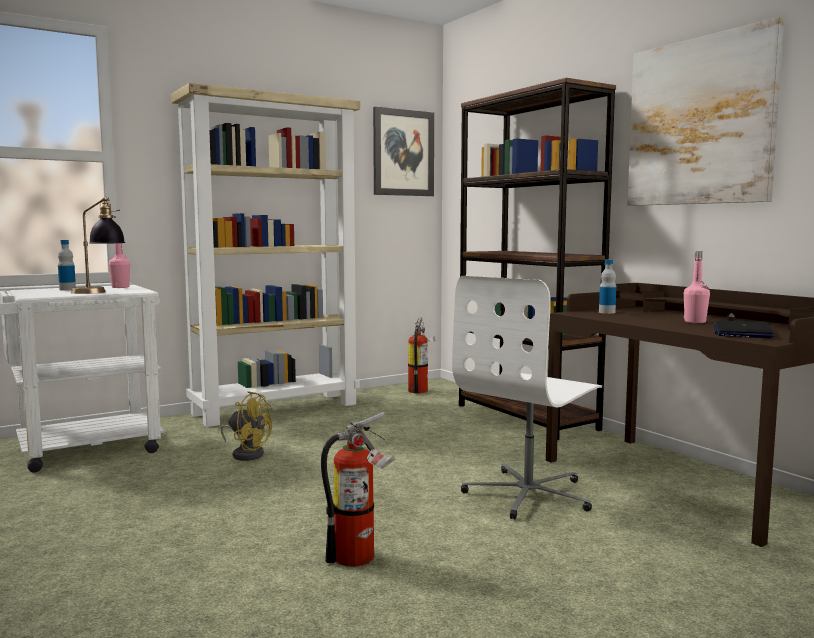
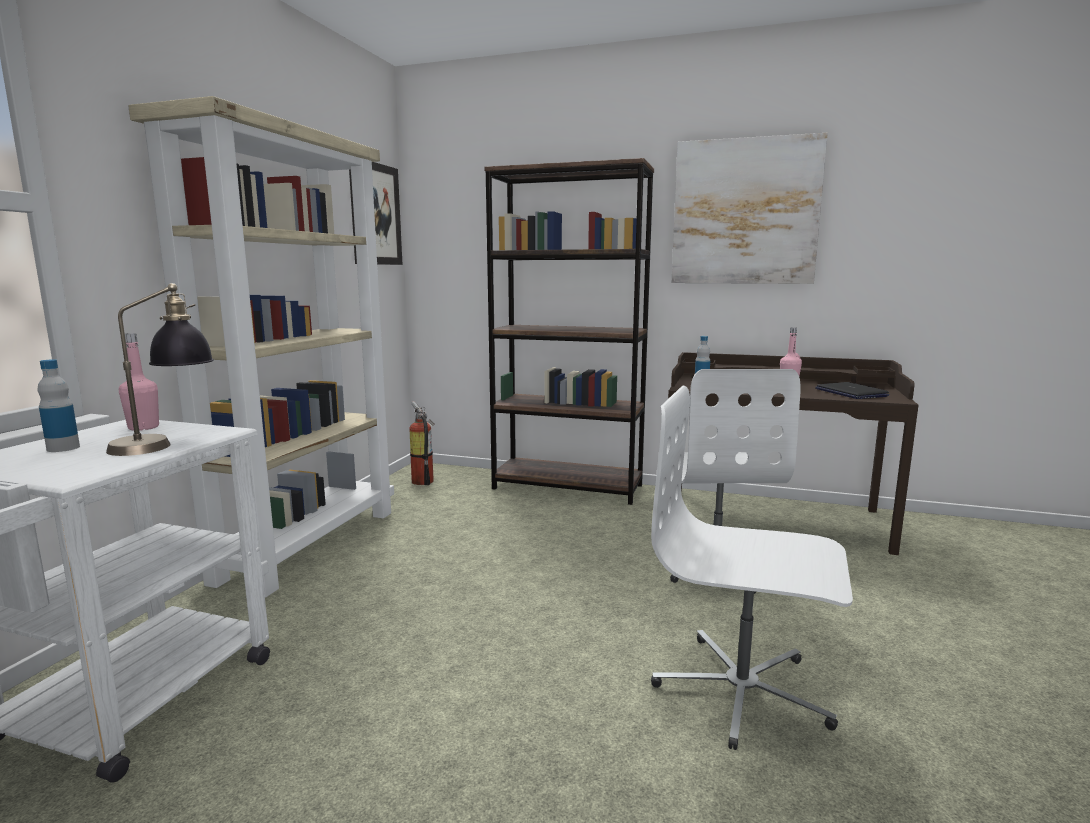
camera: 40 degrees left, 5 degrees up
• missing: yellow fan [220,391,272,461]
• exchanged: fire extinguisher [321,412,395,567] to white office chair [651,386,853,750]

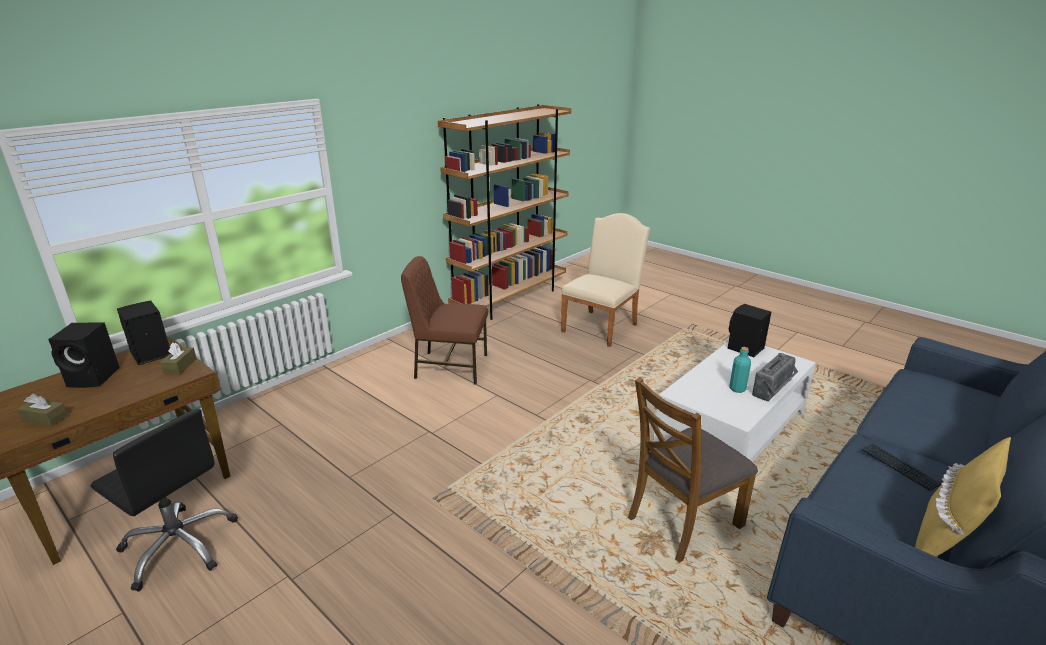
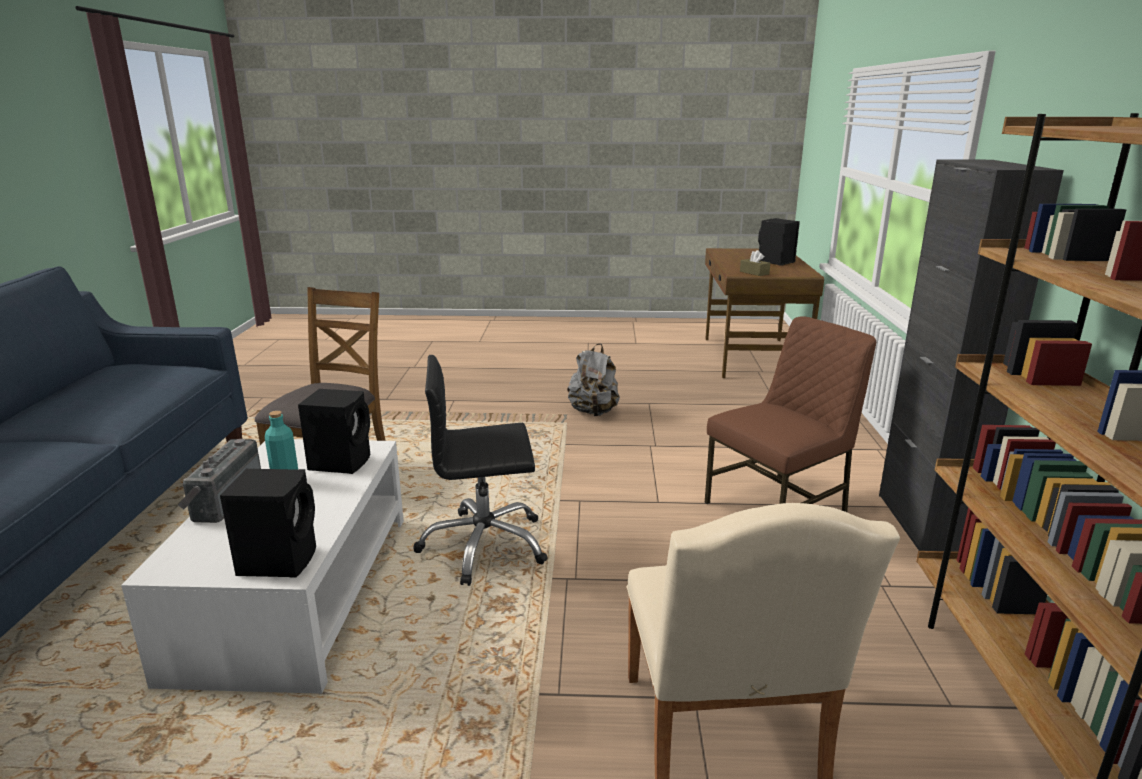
camera: 140 degrees right, 5 degrees down
• missing: brown tissue box [17,394,68,427]
• relocated: black office chair [91,409,238,592] to [413,355,548,586]
• relocated: black speaker [117,300,170,365] to [298,389,370,474]
• missing: keyboard [862,444,941,491]
• missing: yellow pillow [915,437,1011,557]
• appeared: grey backpack [567,343,620,416]
• appeared: black cabinet [879,159,1064,552]

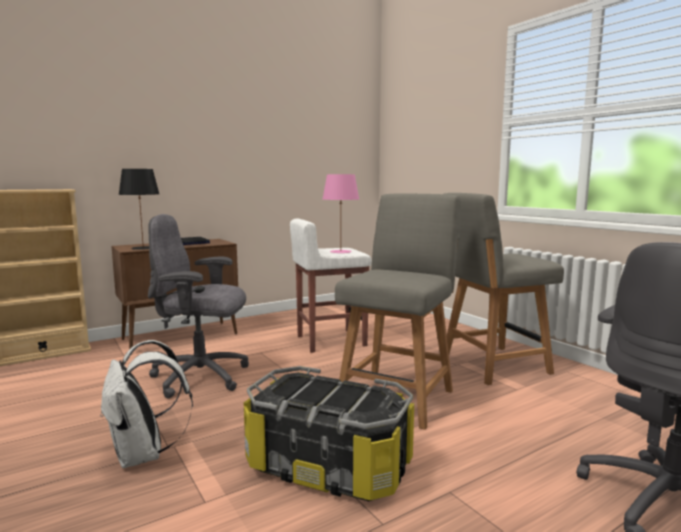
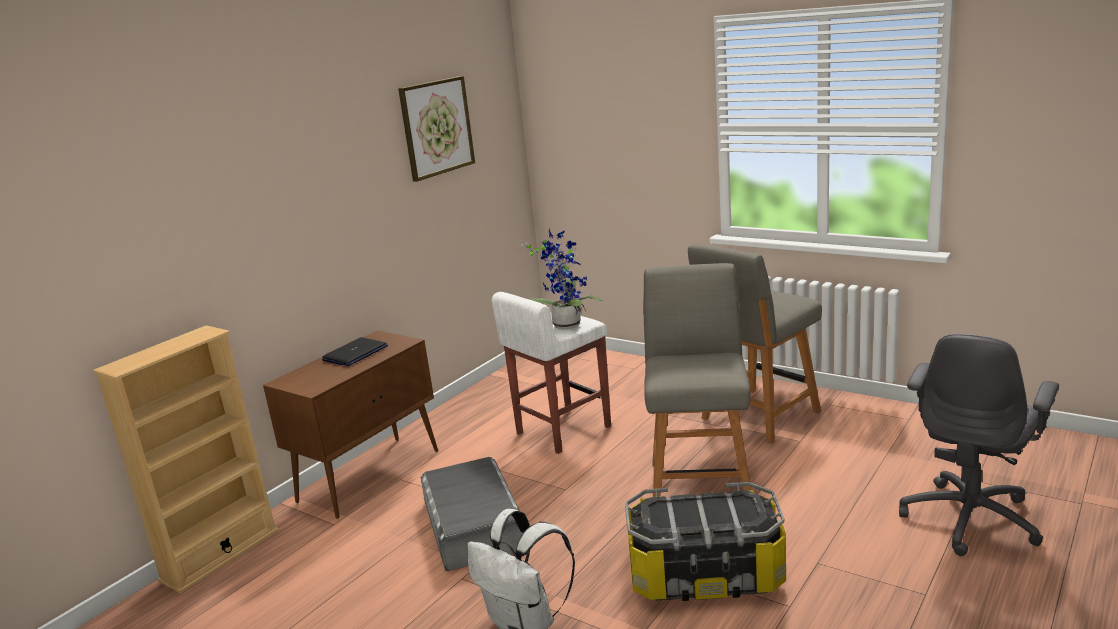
camera: 20 degrees left, 10 degrees up
• missing: black table lamp [118,169,159,250]
• exchanged: grey office chair [148,214,249,398] to grey storage box [421,457,523,571]
• exchanged: pink table lamp [323,174,359,253] to potted plant [521,228,603,330]
• appeared: picture [398,76,475,182]

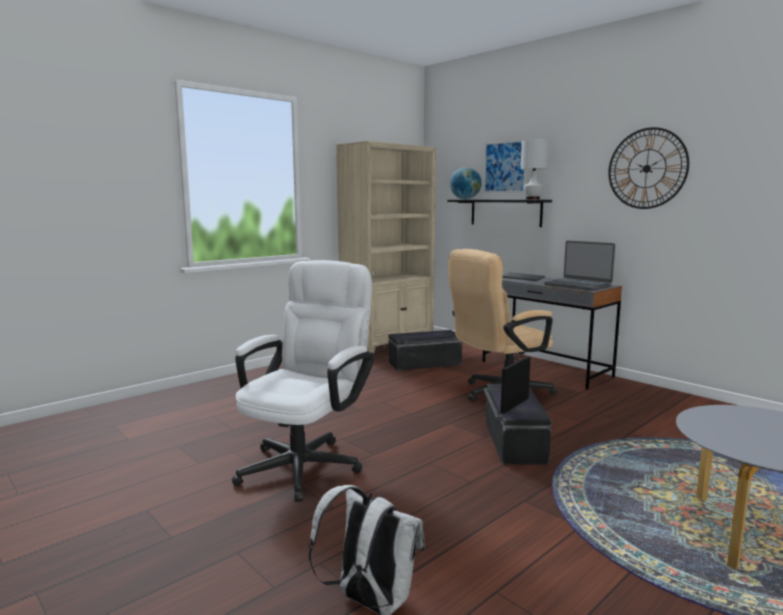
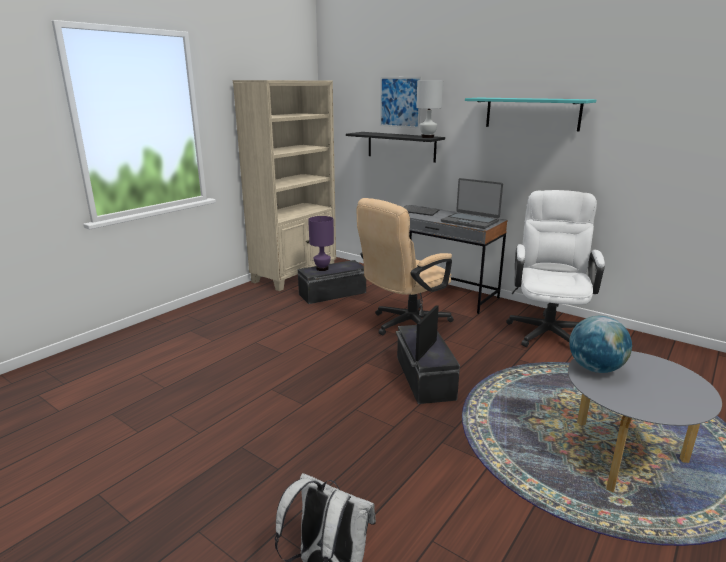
camera: 10 degrees left, 10 degrees up
• relocated: white office chair [232,260,375,502] to [506,190,605,347]
• relocated: globe [450,167,482,199] to [569,316,632,373]
• exchanged: wall clock [608,127,689,209] to turquoise shelf [465,98,596,131]
• appeared: purple table lamp [308,216,334,271]

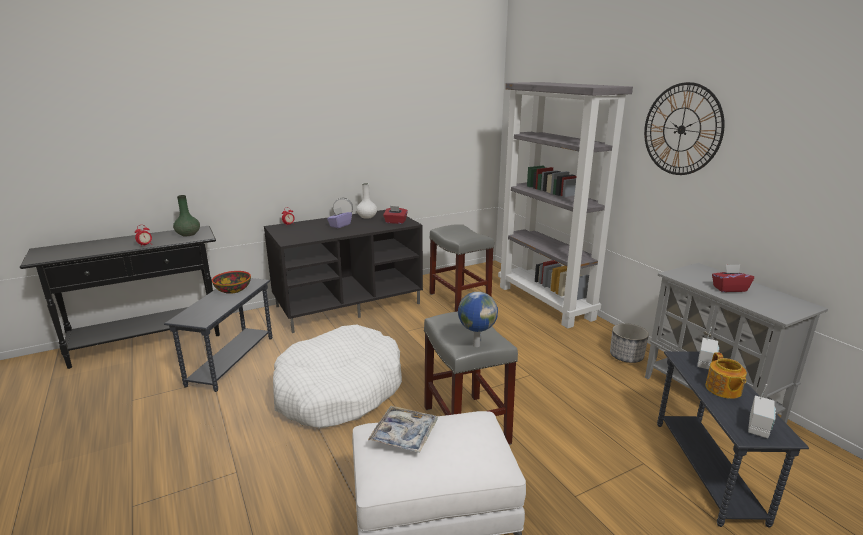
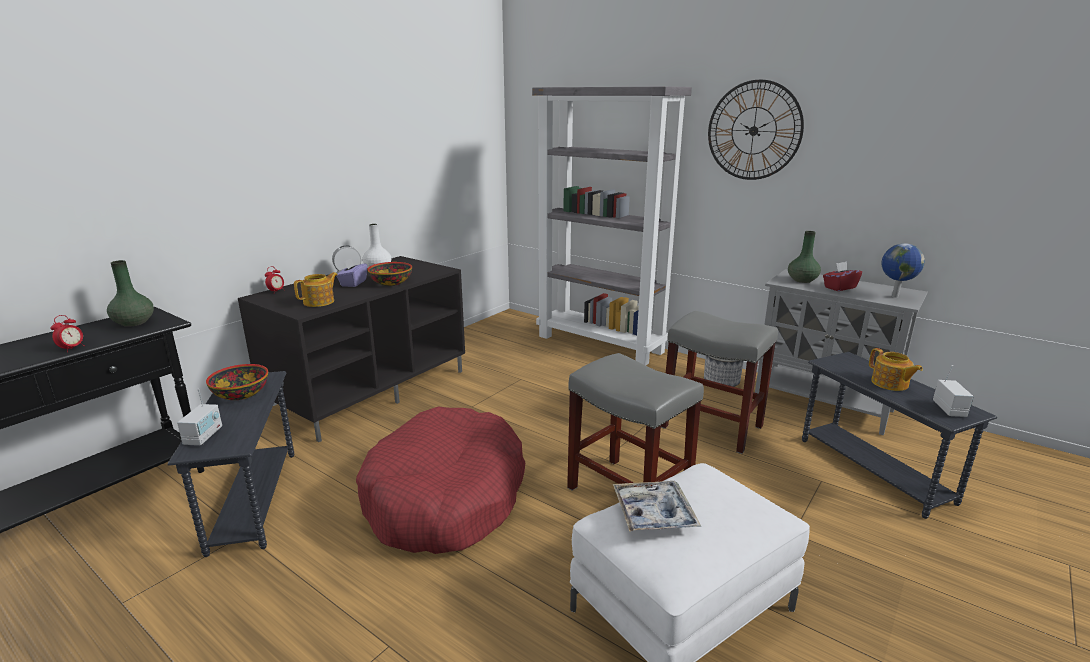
camera: 25 degrees left, 0 degrees up
• colour: white dog bed [273,325,402,428] to red dog bed [356,406,525,554]
• missing: red tissue box [383,206,408,224]
• relocated: grey stool [430,224,494,312] to [661,311,778,454]
• relocated: globe [458,292,498,347] to [881,243,925,298]
• relocated: radio [697,327,719,369] to [177,389,222,445]
• appeared: teapot [294,272,338,307]
• appeared: bowl [367,262,412,286]
• appeared: green vase [788,231,821,283]

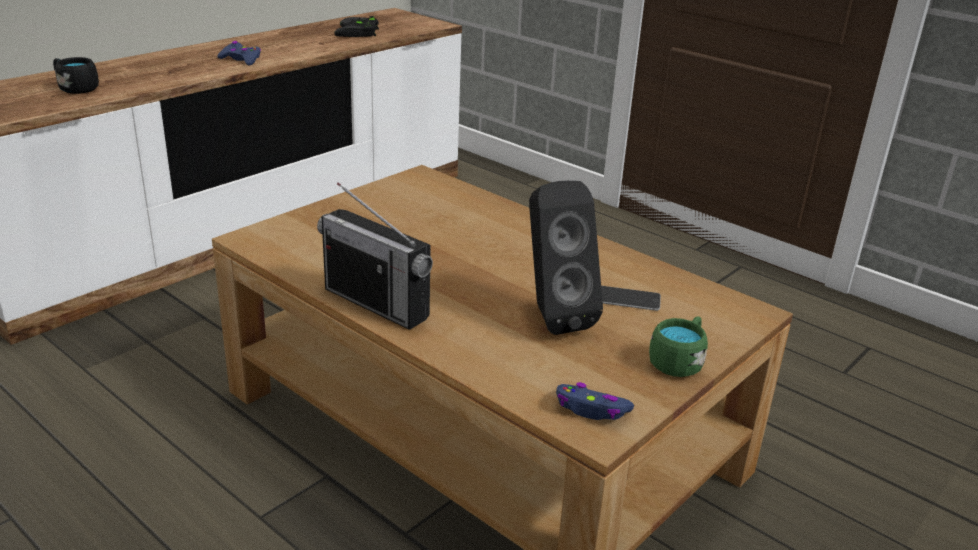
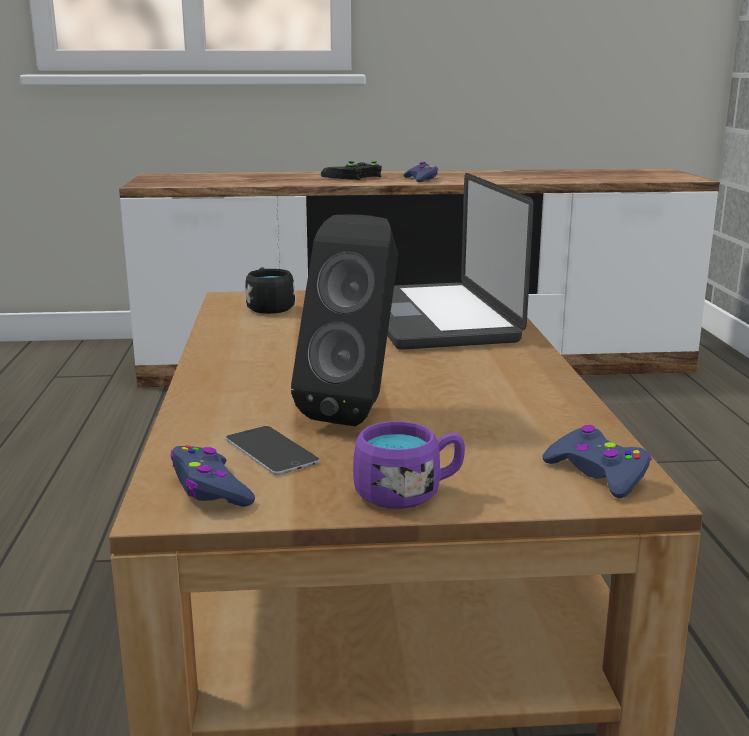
camera: 45 degrees right, 10 degrees down
• relocated: black mug [53,57,99,94] to [245,267,295,314]
• missing: radio [317,183,433,330]
• relocated: black game controller [334,16,379,37] to [321,161,382,180]
• relocated: phone [601,286,661,311] to [225,426,320,475]
• colour: green mug [649,316,708,377] to purple mug [353,421,465,509]
• appeared: laptop [387,173,534,350]
• appeared: blue game controller [543,425,652,498]

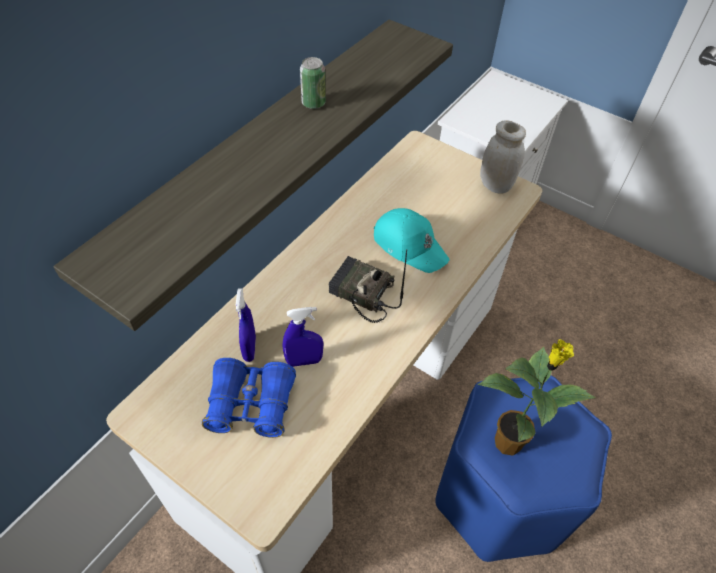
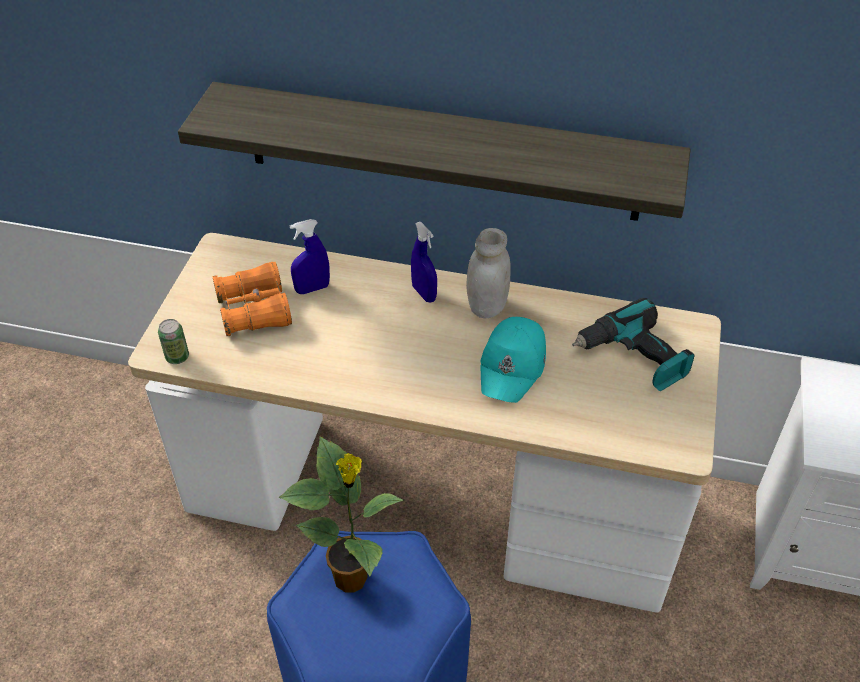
camera: 70 degrees right, 5 degrees down
• colour: blue binoculars [202,358,296,438] to orange binoculars [213,262,292,336]
• relocated: blue spray bottle [283,307,324,367] to [411,222,437,303]
• relocated: can [300,57,326,109] to [158,319,189,364]
• missing: radio [329,249,407,323]
• relocated: white jar [480,120,526,194] to [466,228,511,318]
• appeared: power drill [572,298,694,391]

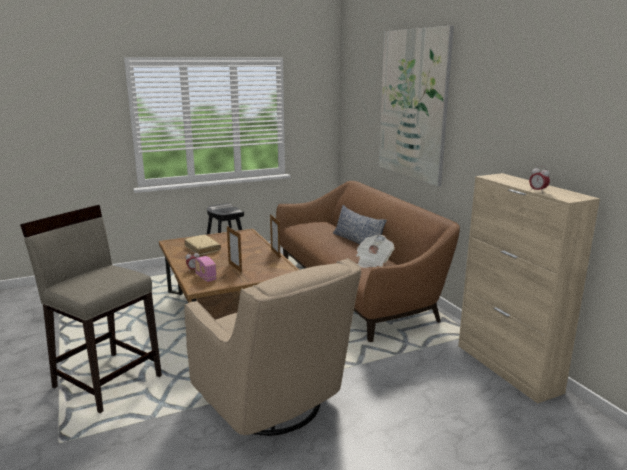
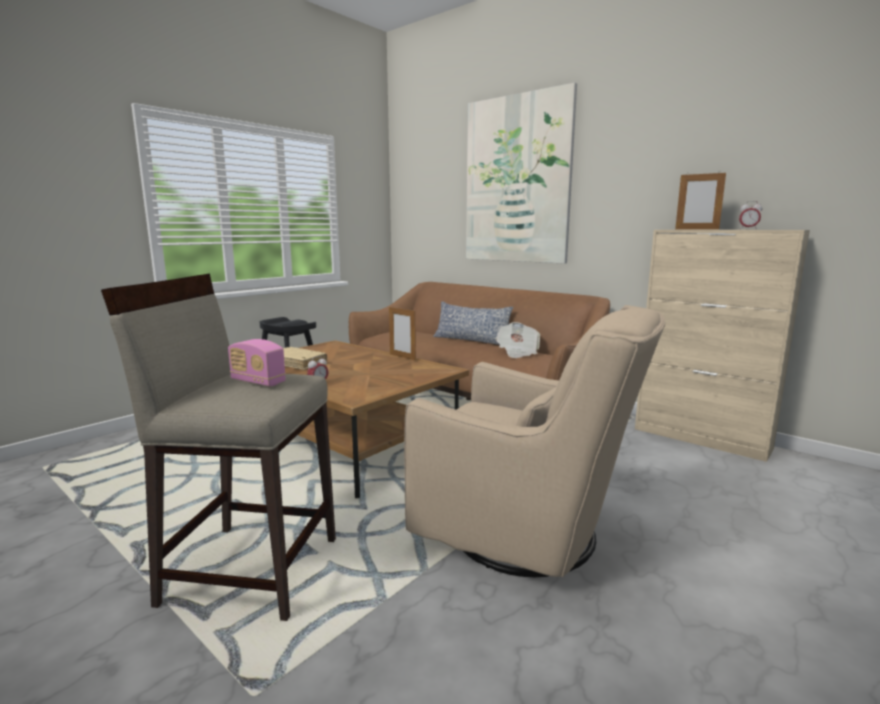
camera: 25 degrees left, 5 degrees down
• relocated: radio [195,256,217,282] to [228,339,286,386]
• relocated: picture frame [227,226,242,273] to [675,172,726,229]

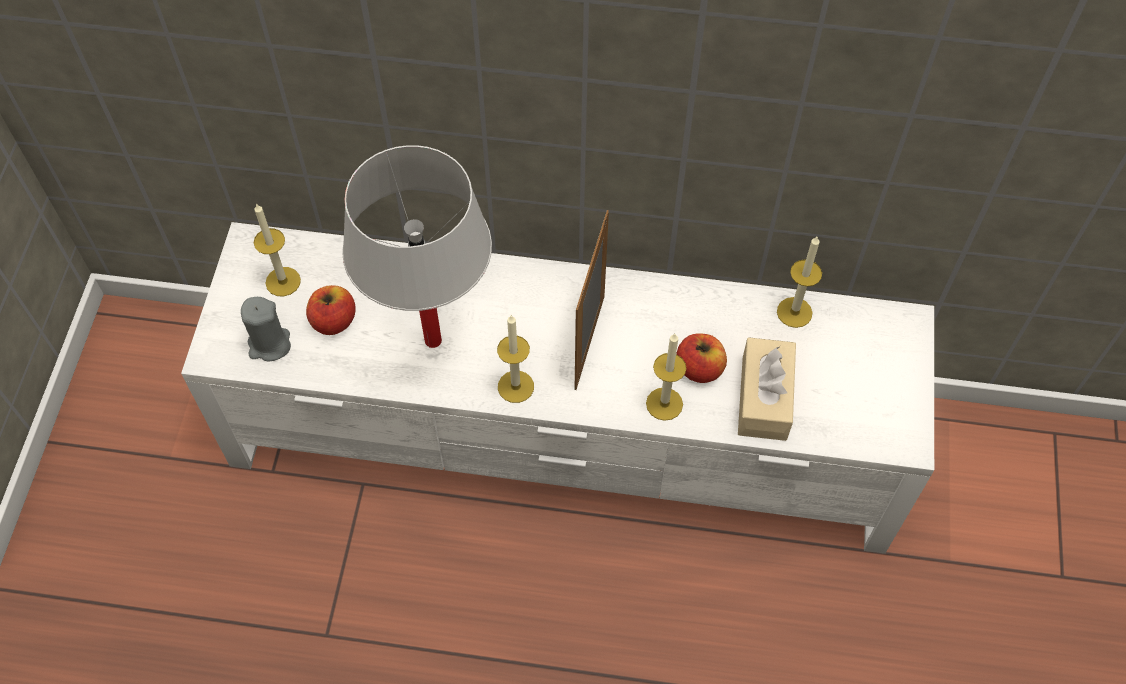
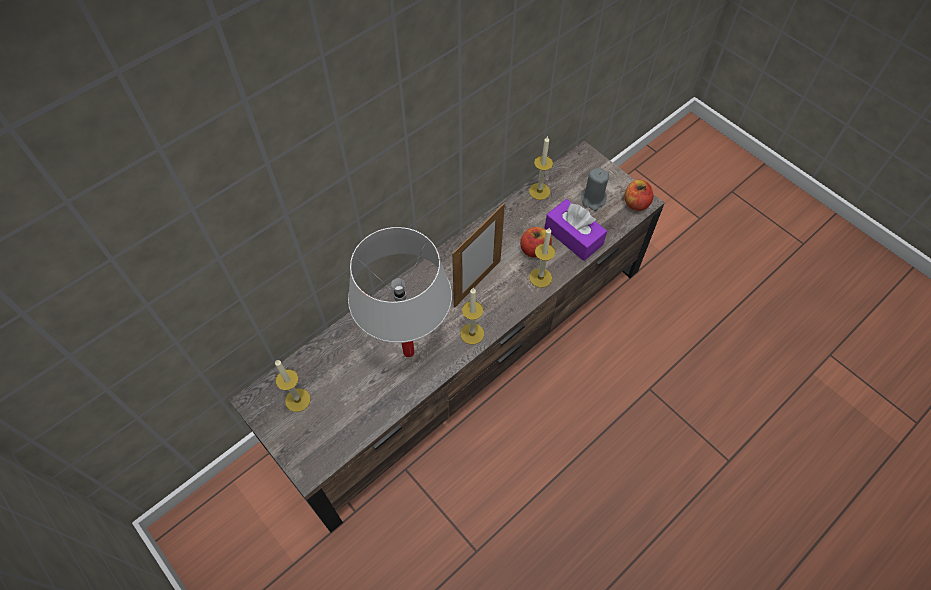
camera: 50 degrees left, 0 degrees up
• colour: white tv stand [181,222,934,554] to brown tv stand [229,141,665,533]
• relocated: grey candle [241,297,291,362] to [581,167,609,211]
• relocated: apple [306,285,355,335] to [625,180,654,211]
• spun: picture frame [574,210,609,390] = [452,203,505,308] 105 degrees counterclockwise
• colour: beige tissue box [738,337,796,441] to purple tissue box [545,199,607,261]

